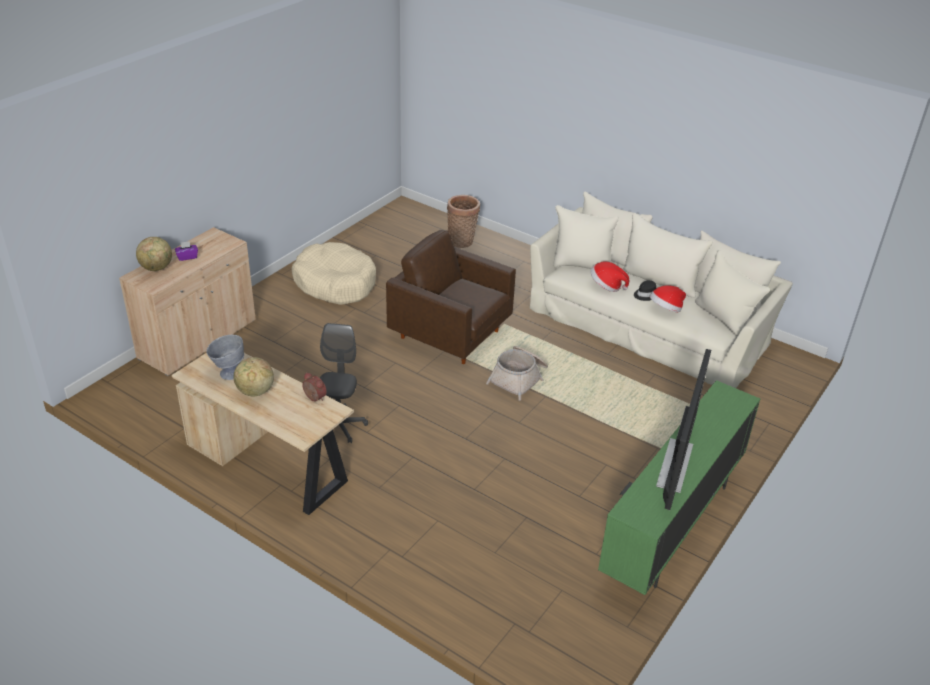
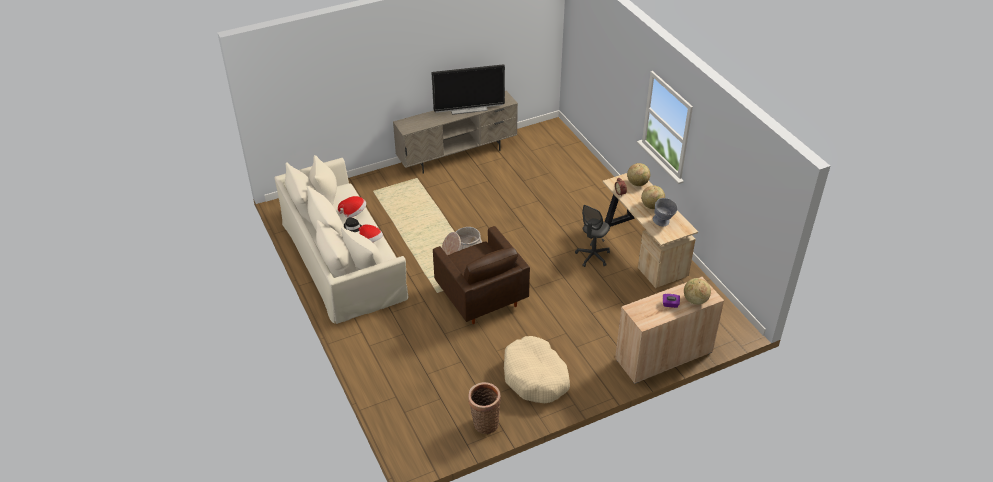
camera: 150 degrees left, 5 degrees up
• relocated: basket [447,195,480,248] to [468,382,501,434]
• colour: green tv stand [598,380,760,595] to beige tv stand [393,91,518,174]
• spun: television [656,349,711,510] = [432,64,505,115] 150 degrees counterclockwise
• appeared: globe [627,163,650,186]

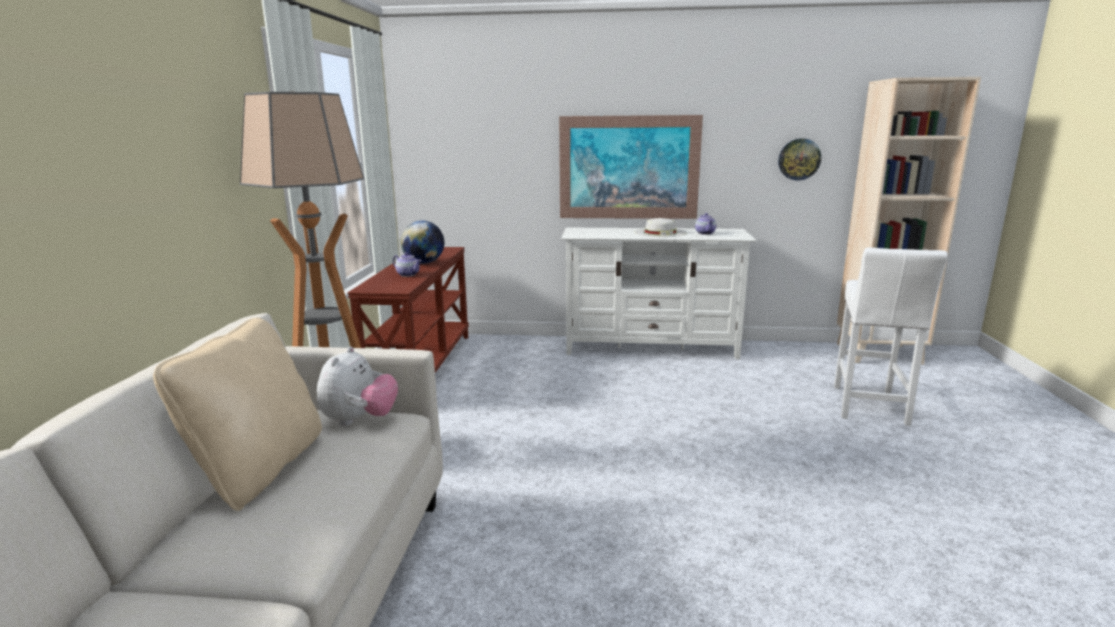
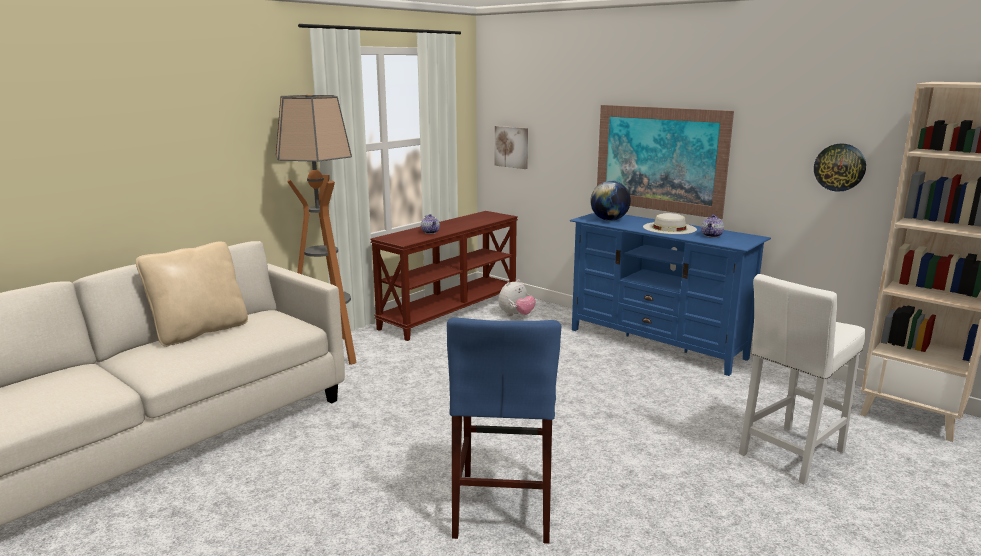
camera: 35 degrees right, 0 degrees up
• relocated: plush toy [317,346,398,426] to [499,279,536,316]
• relocated: globe [401,221,444,264] to [590,181,631,221]
• colour: white tv stand [561,227,756,359] to blue tv stand [570,213,771,376]
• appeared: blue stool [447,317,561,544]
• appeared: picture [495,126,528,169]

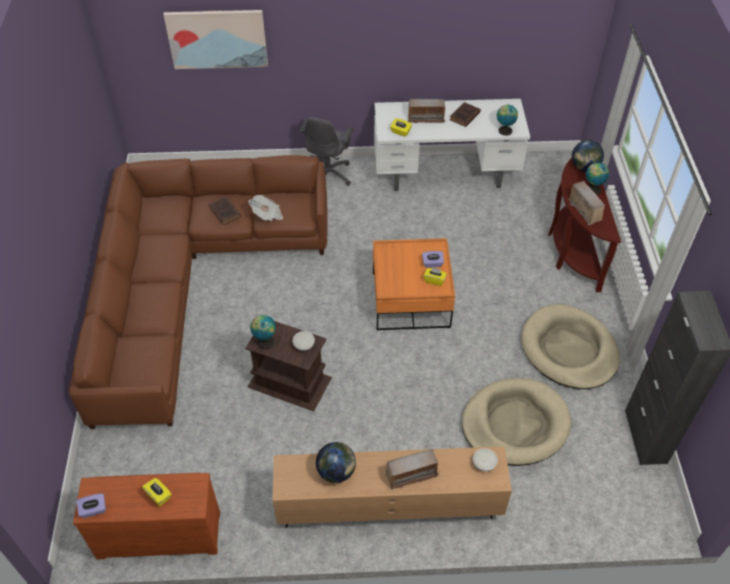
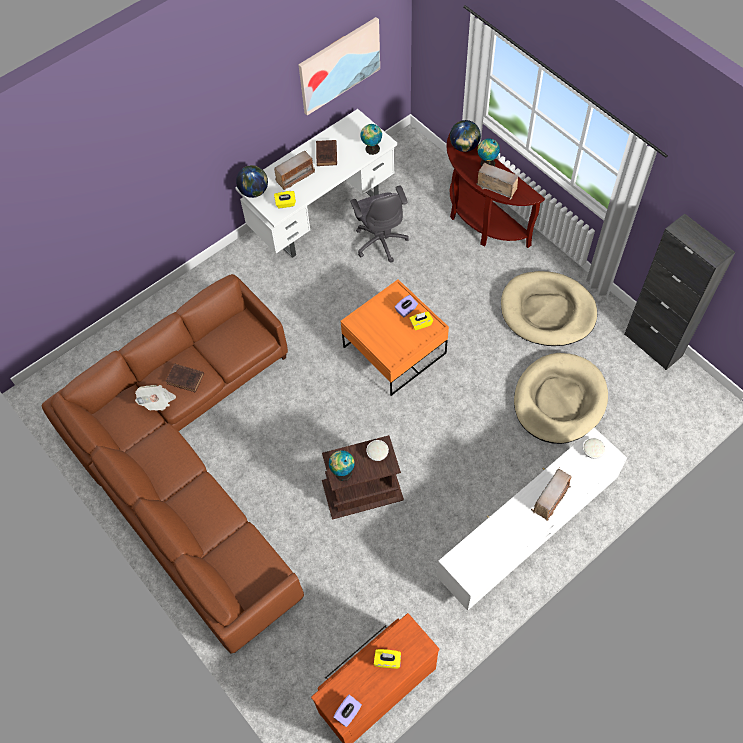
camera: 35 degrees left, 10 degrees up
• relocated: picture [163,10,268,69] to [298,17,380,115]
• relocated: newspaper [248,195,283,221] to [135,385,176,411]
• colour: brown tv stand [272,446,512,528] to white tv stand [437,428,627,611]
• relocated: grey office chair [300,117,354,186] to [350,186,409,262]
• relocated: globe [316,442,356,483] to [236,165,268,198]

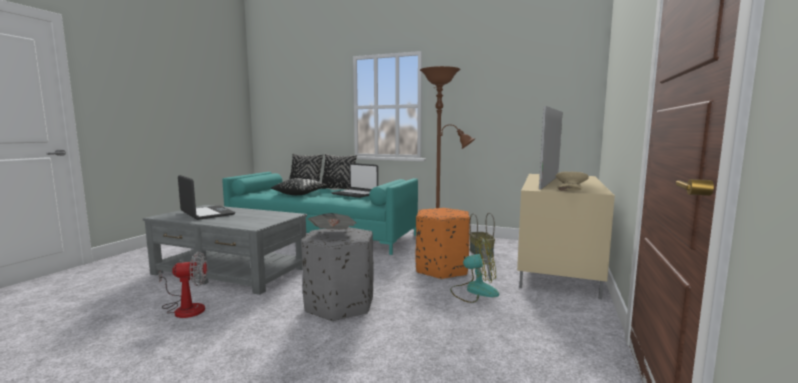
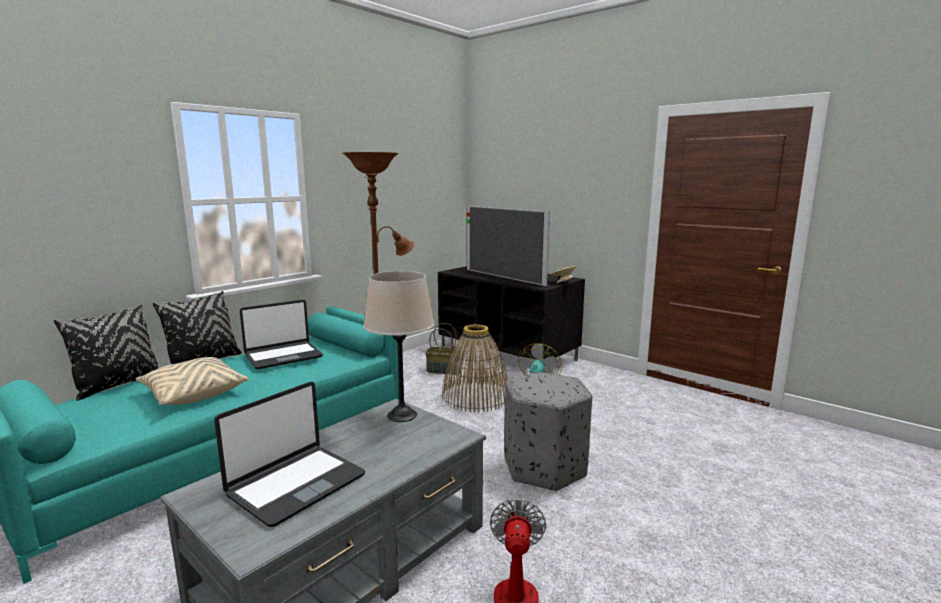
camera: 70 degrees left, 5 degrees up
• spun: laptop [178,175,235,220] = [214,382,365,527] 150 degrees clockwise
• colour: black pillow [271,178,326,195] to beige pillow [136,357,249,405]
• missing: newspaper [308,213,356,230]
• exchanged: orange ottoman [415,208,470,280] to basket [442,324,508,413]
• colour: beige tv stand [517,174,615,299] to black tv stand [438,266,585,361]
• appeared: beige table lamp [363,271,434,422]

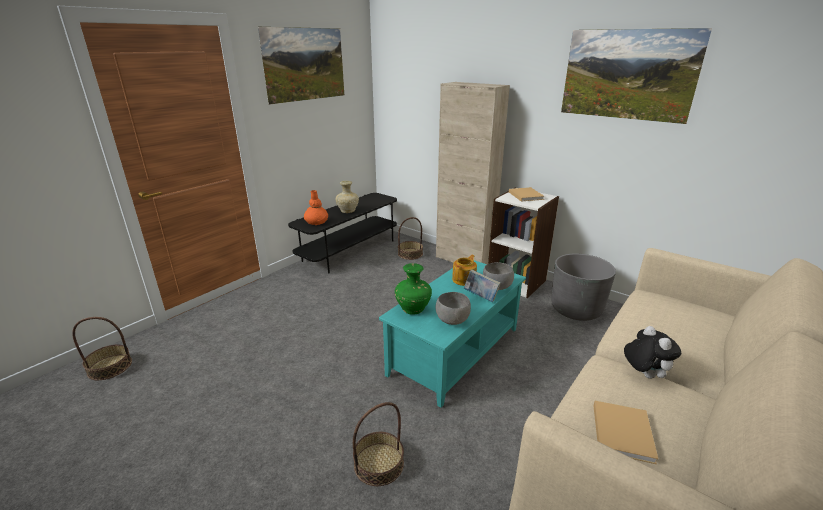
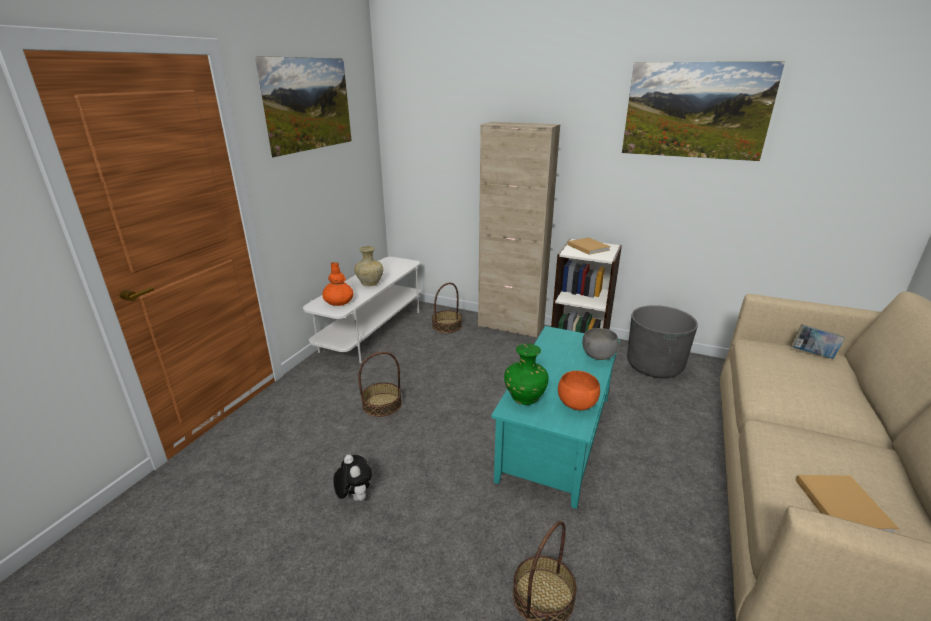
camera: 15 degrees left, 0 degrees up
• relocated: basket [72,317,132,380] to [358,352,402,417]
• colour: black tv stand [288,193,397,273] to white tv stand [303,257,421,363]
• colour: grey bowl [436,292,471,325] to orange bowl [558,371,600,410]
• missing: teapot [452,255,477,286]
• relocated: book [464,270,501,302] to [791,324,845,359]
• relocated: plush toy [624,326,681,379] to [333,454,372,501]

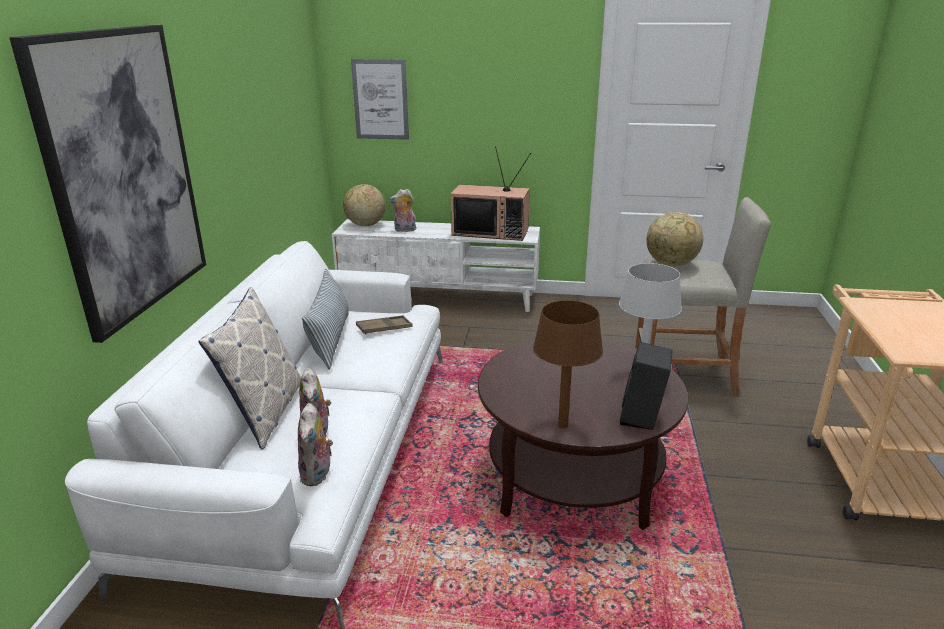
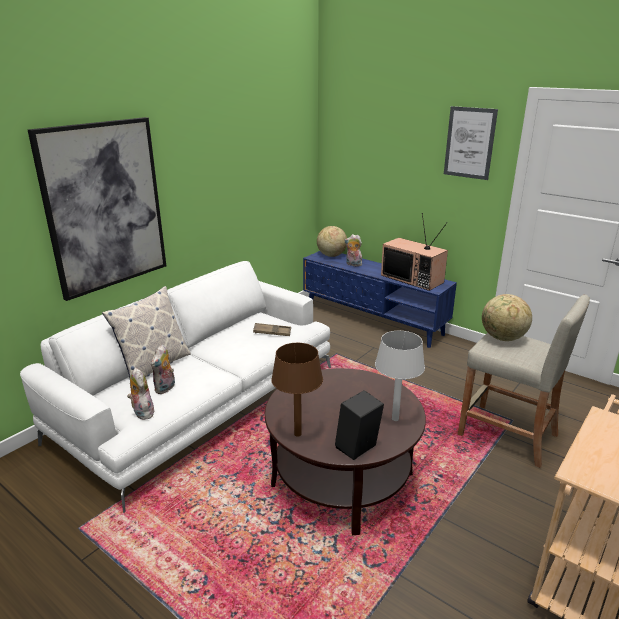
camera: 30 degrees right, 0 degrees up
• spun: plush toy [298,403,333,486] = [127,368,154,420] 120 degrees clockwise
• missing: pillow [302,269,349,370]
• colour: white tv stand [332,219,540,312] to blue tv stand [303,251,457,348]
• relocated: picture [351,59,409,140] to [444,106,498,180]

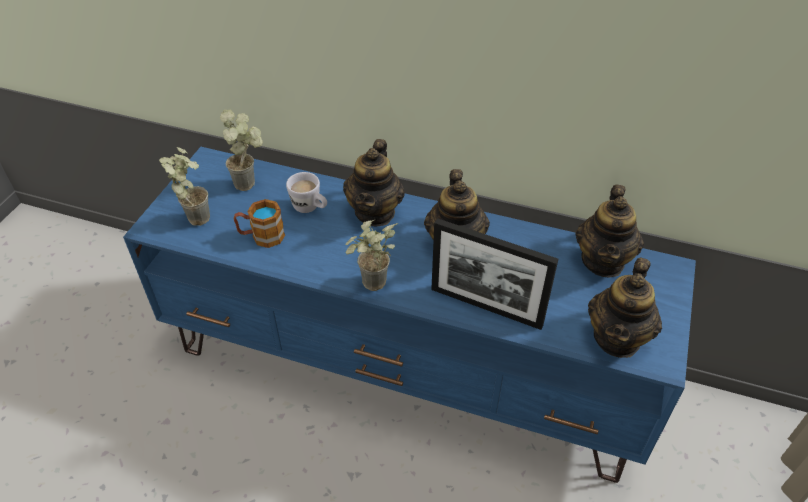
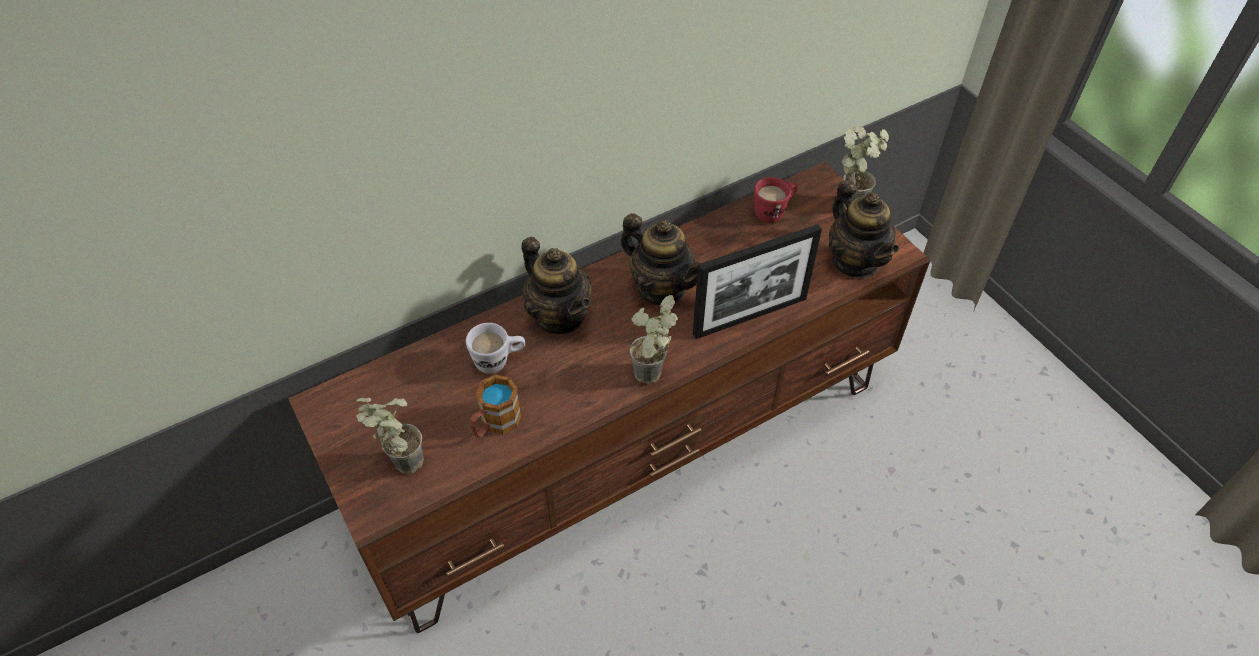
camera: 50 degrees left, 5 degrees up
• colour: blue tv stand [123,147,696,483] to brown tv stand [288,162,930,633]
• relocated: potted plant [220,109,263,191] to [842,126,889,209]
• exchanged: teapot [575,184,644,278] to red mug [754,177,798,223]

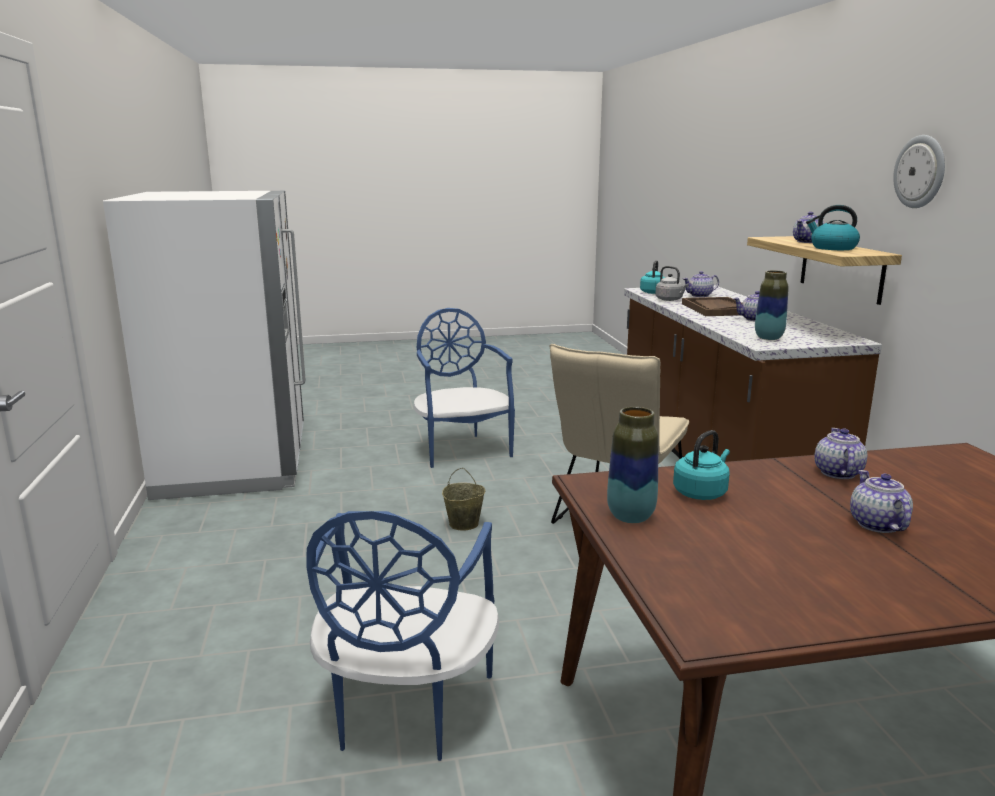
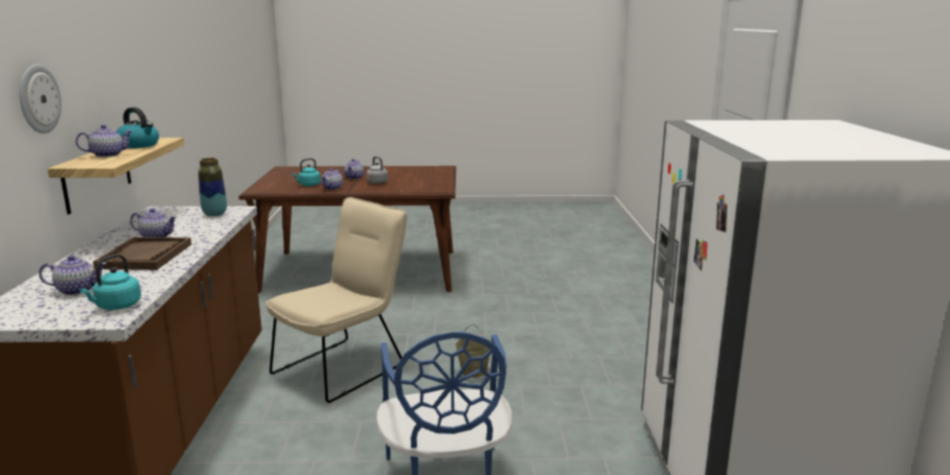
camera: 170 degrees left, 0 degrees up
• missing: blue chair [306,511,499,761]
• missing: vase [607,407,659,523]
• relocated: grey kettle [655,266,689,301] to [366,156,388,184]
• relocated: turquoise kettle [673,430,730,500] to [292,158,321,186]
• relocated: wall clock [893,135,945,208] to [19,64,61,134]

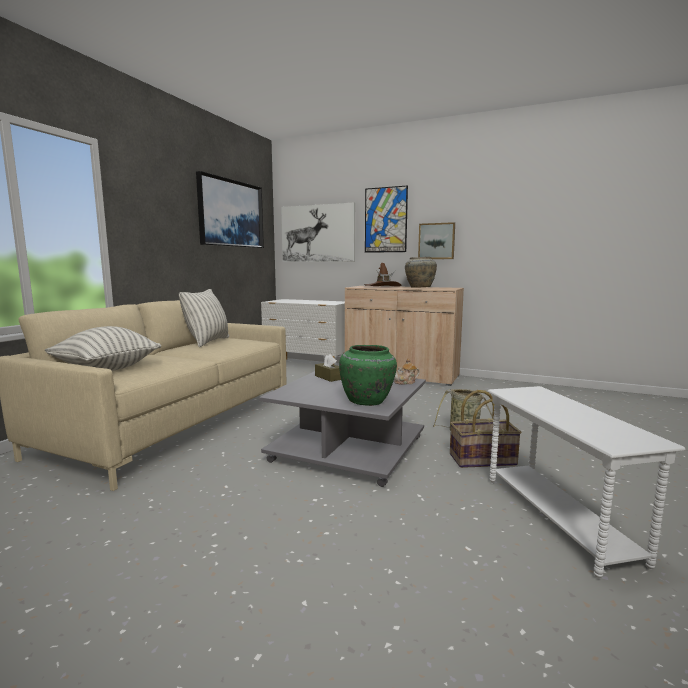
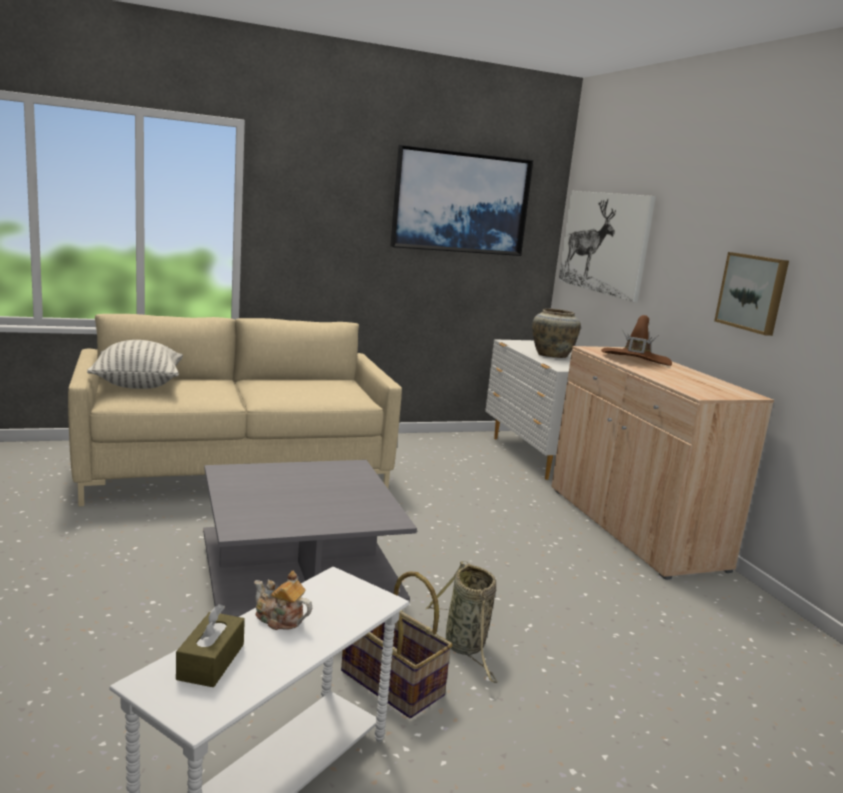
camera: 45 degrees right, 5 degrees up
• missing: pillow [179,289,229,347]
• relocated: brown tissue box [315,354,341,382] to [176,604,245,687]
• missing: green vase [339,345,397,406]
• missing: picture [365,185,408,253]
• relocated: teapot [394,359,420,384] to [254,571,312,630]
• relocated: beige vase [405,257,437,288] to [532,308,581,358]

